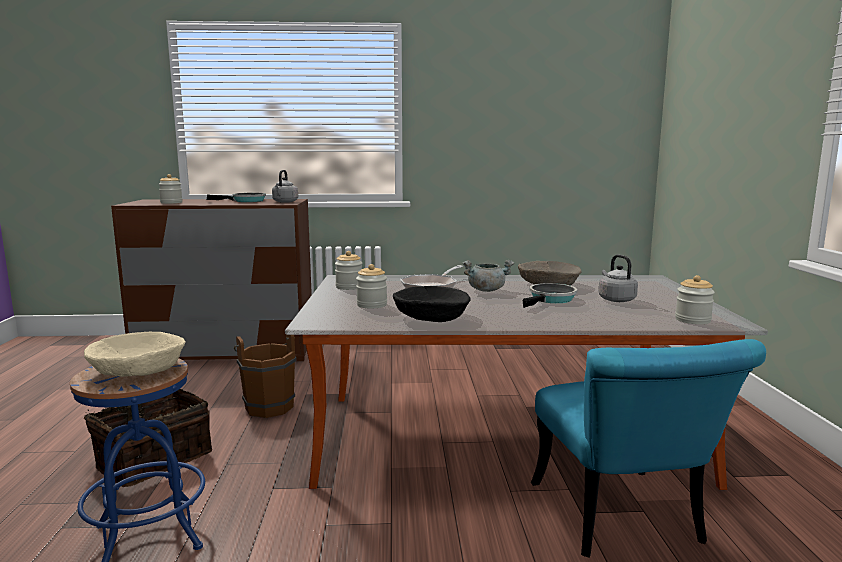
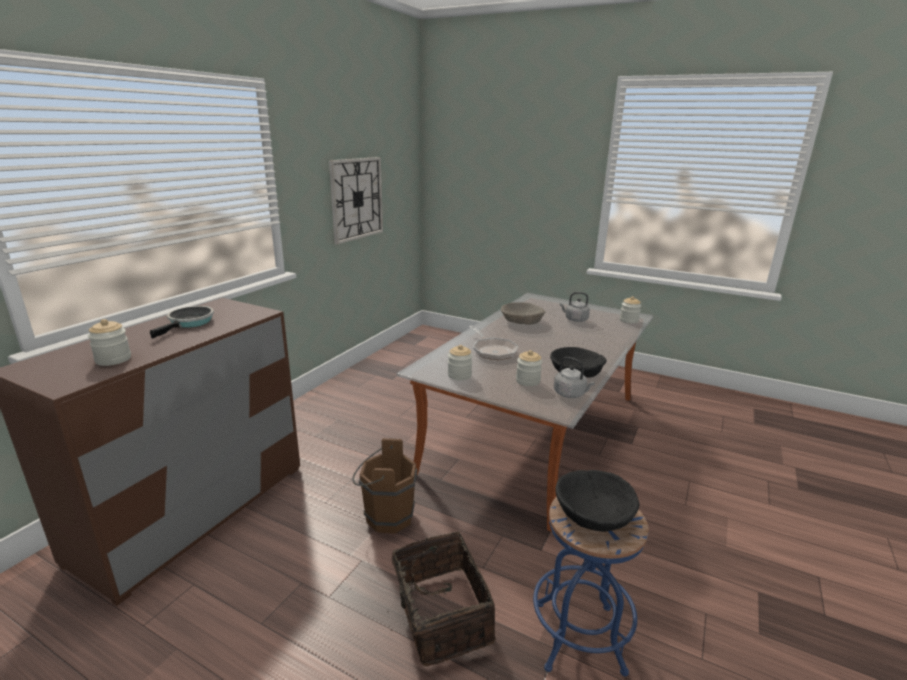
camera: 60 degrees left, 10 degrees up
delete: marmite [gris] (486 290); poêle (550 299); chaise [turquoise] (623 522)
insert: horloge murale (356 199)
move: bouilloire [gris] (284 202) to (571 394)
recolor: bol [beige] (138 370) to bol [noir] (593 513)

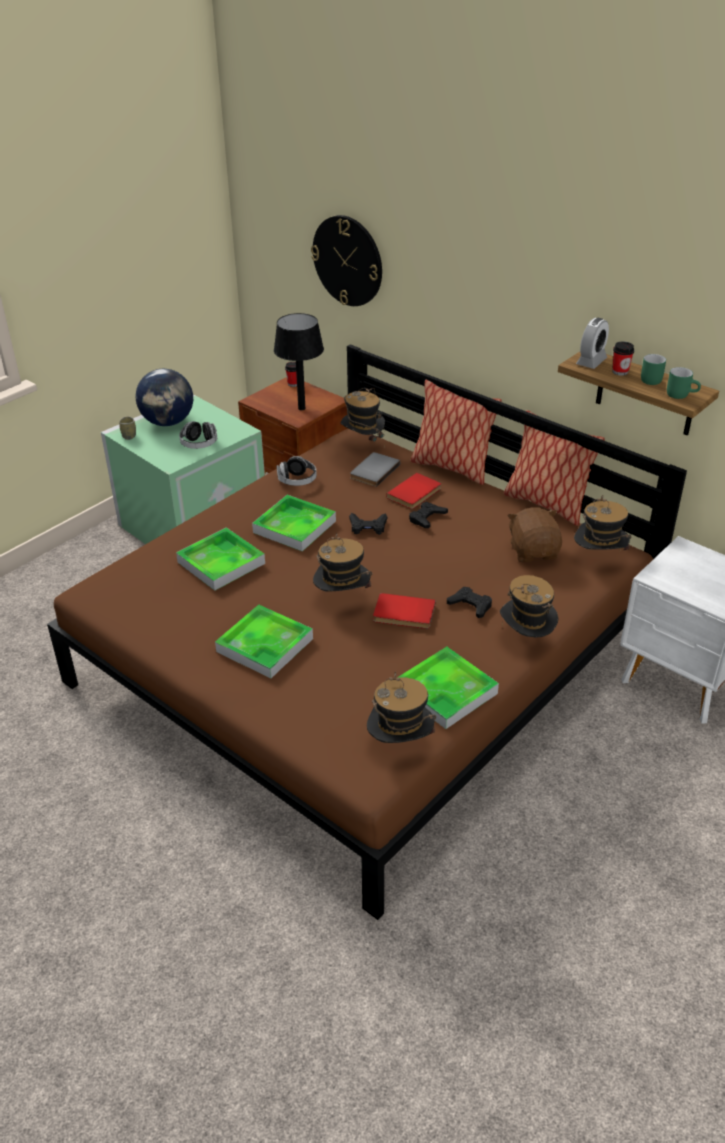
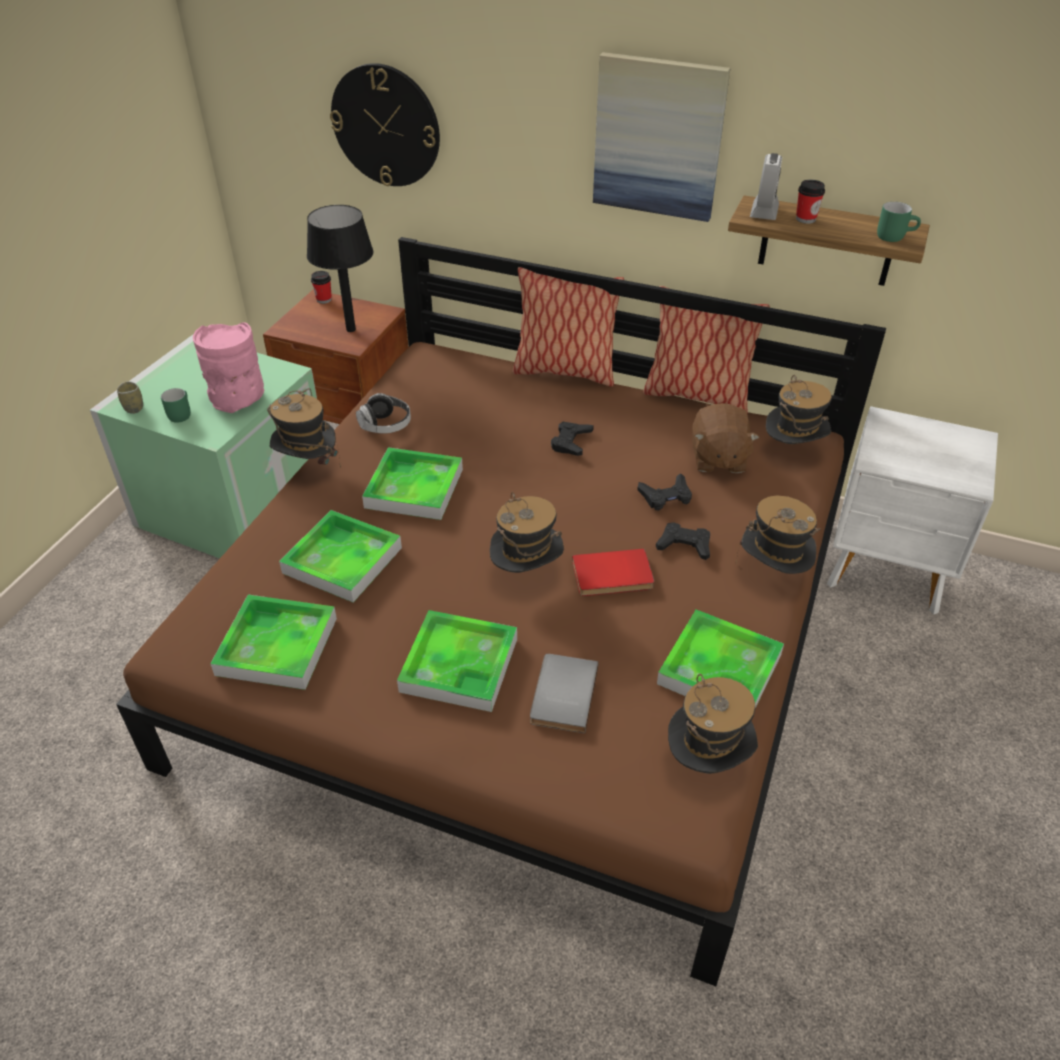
camera: 20 degrees left, 5 degrees up
delete: globe (168 422); livre [rouge] (415 493)
insert: plateau (277 646); tableau (658 137)
move: chapeau (363 443) to (308 467); manette [noir] (368 527) to (666 496); livre [gris] (373 471) to (561 694); mug [vert] (650 379) to (179 414)
replace: casque audio (199 444) to vase [rose] (238 401)
rotate: peluche [marron] (533 551) = (718 458) 150 degrees counterclockwise

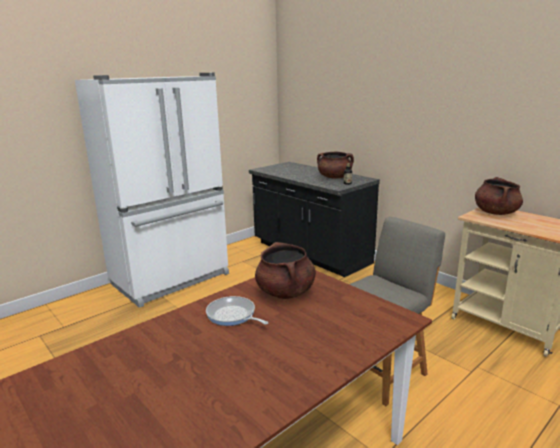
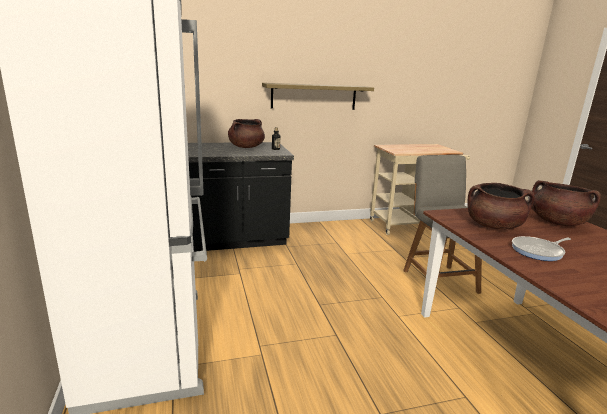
camera: 65 degrees left, 0 degrees up
insert: étagère (314 96)
move: marmite [marron] (496 212) to (557 222)

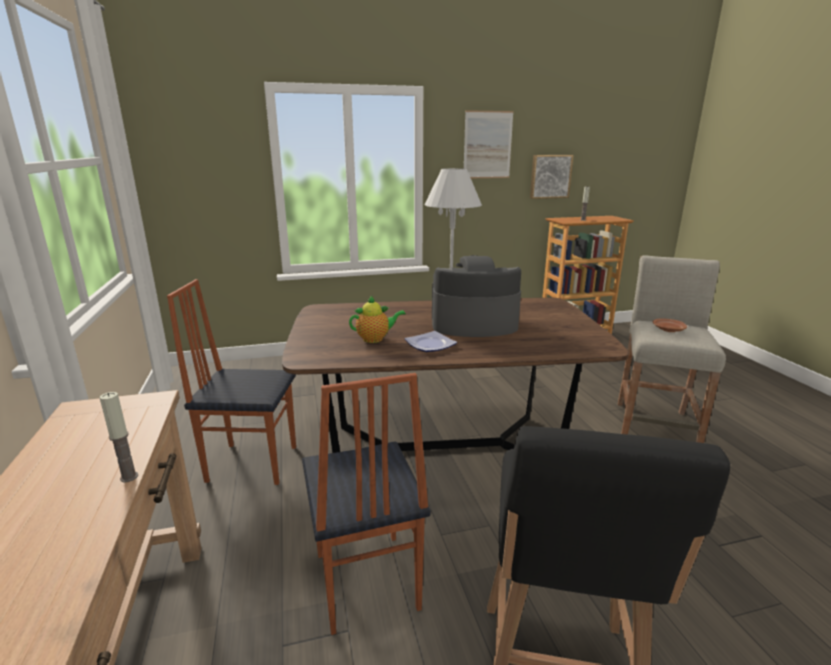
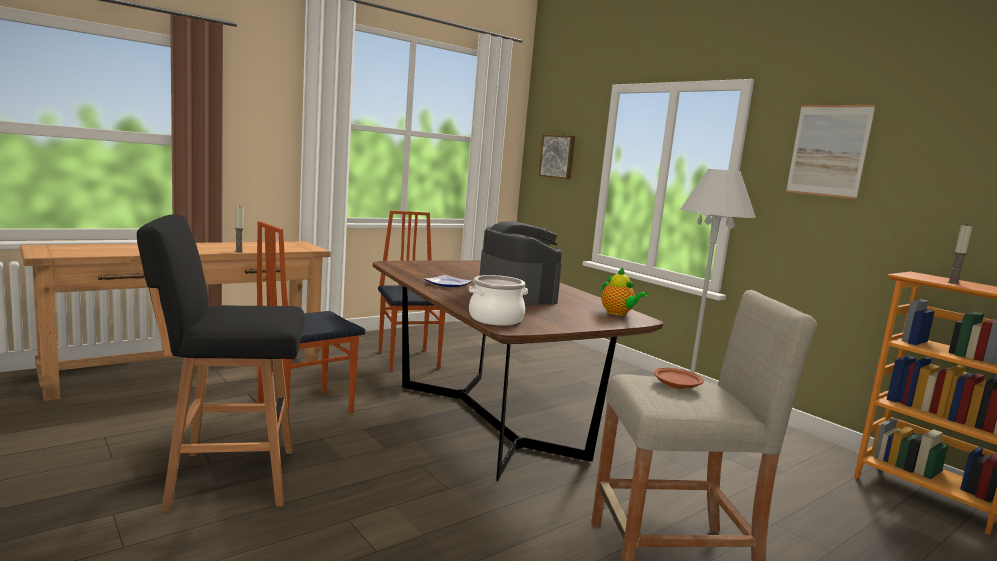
camera: 65 degrees right, 10 degrees down
insert: marmite (495 319)
move: théière (375 339) to (618 313); tableau (550 176) to (558 156)

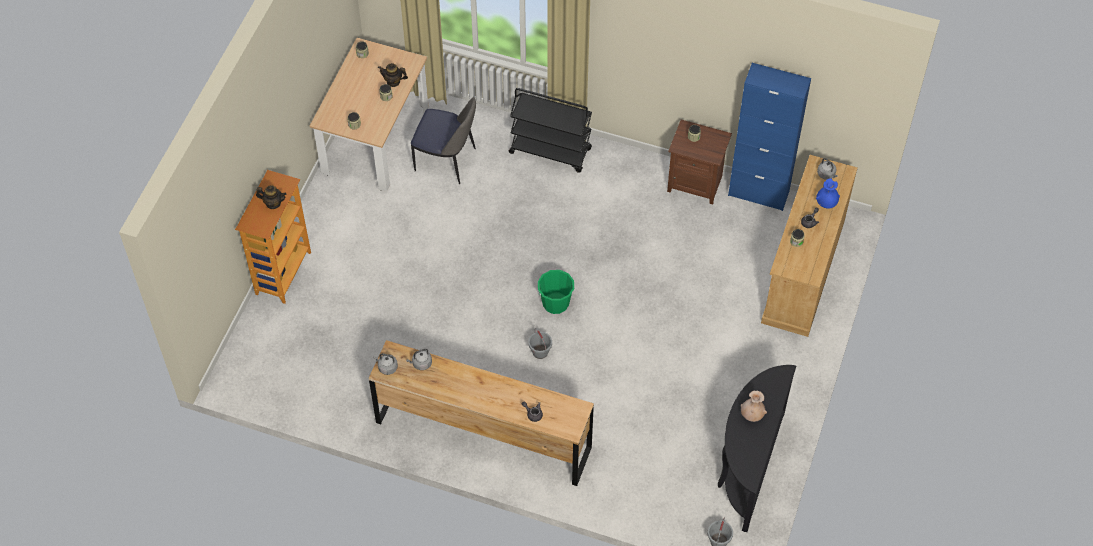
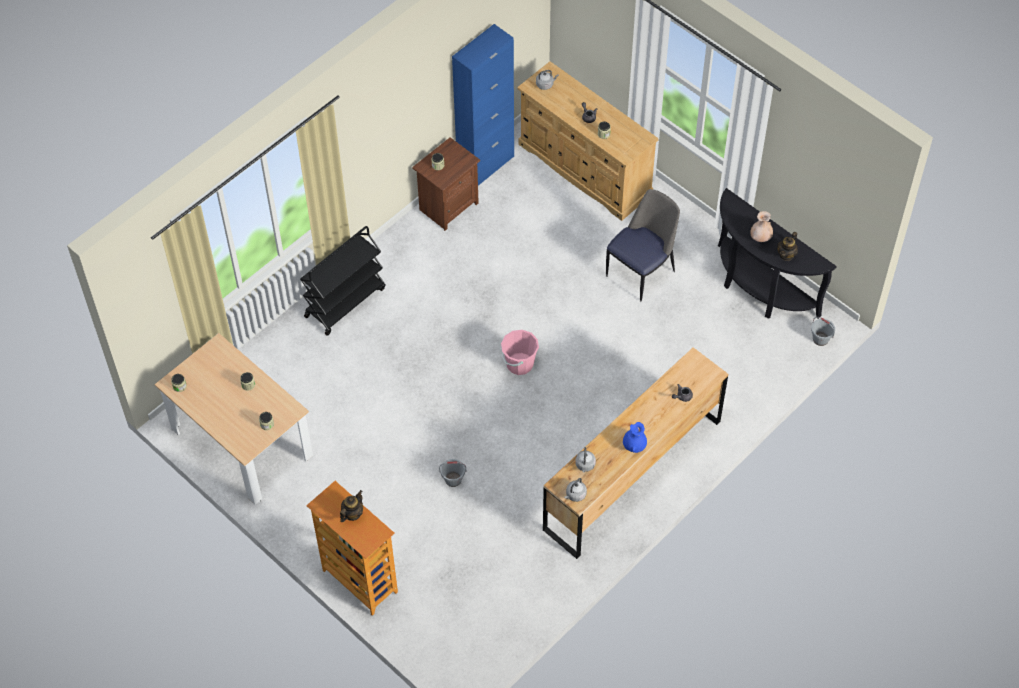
camera: 65 degrees left, 0 degrees up
move: théière (393 81) to (786 255); chaise (447 161) to (641 272); seau [gris] (540 352) to (453 479); vase [bleu] (826 203) to (634 446)
recolor: seau [vert] (555 303) to seau [rose] (519 364)

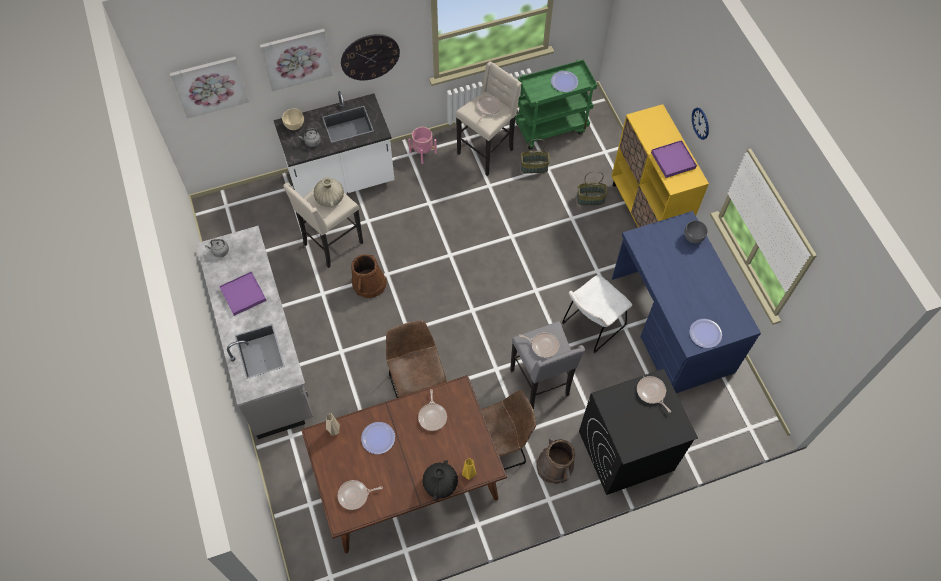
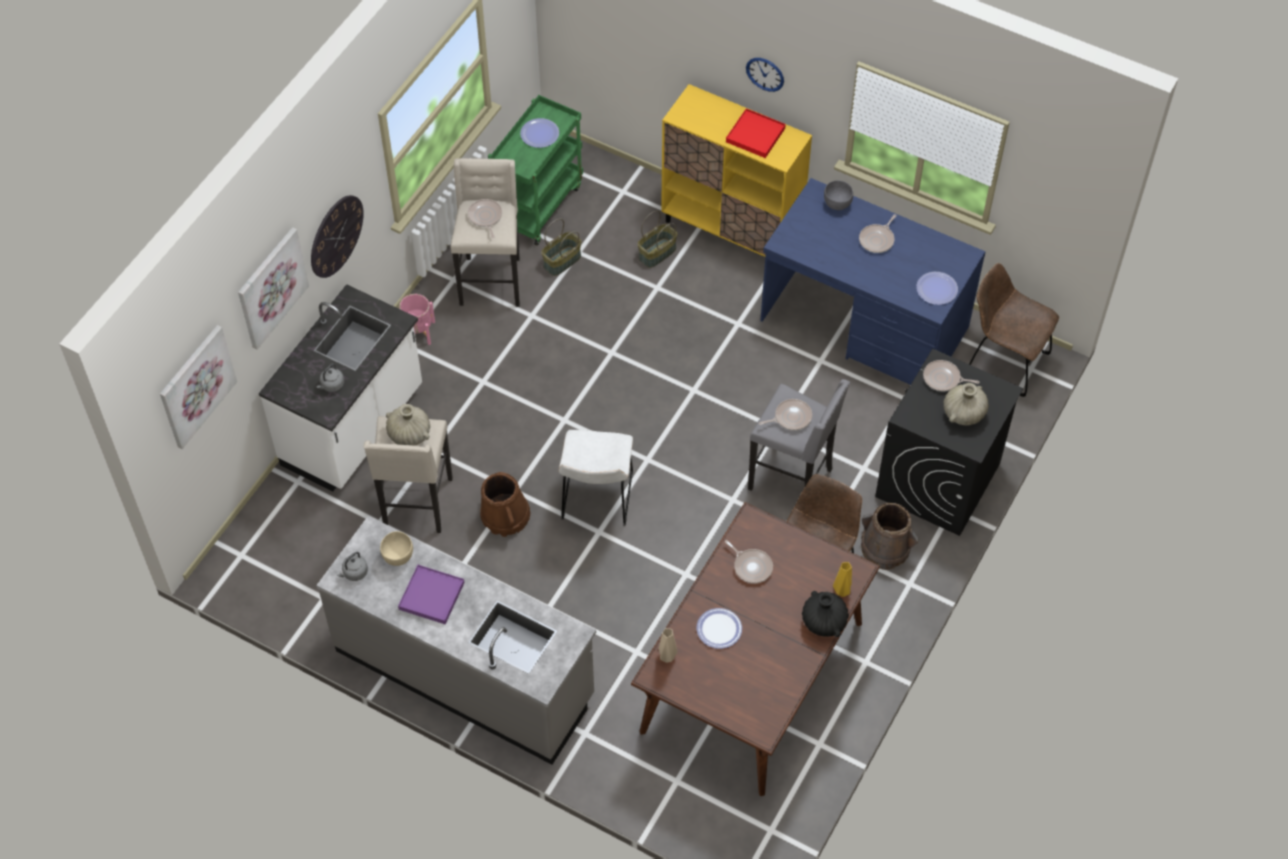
camera: 40 degrees left, 5 degrees down
insert: vase [beige] (964 413)
move: bol [beige] (295 125) to (398 556); poêle (355 495) to (877 239); chaise [marron] (417 385) to (1004 361); chaise [blanc] (591 327) to (596 500)
recolor: plateau [violet] (673 160) to plateau [rouge] (755 135)

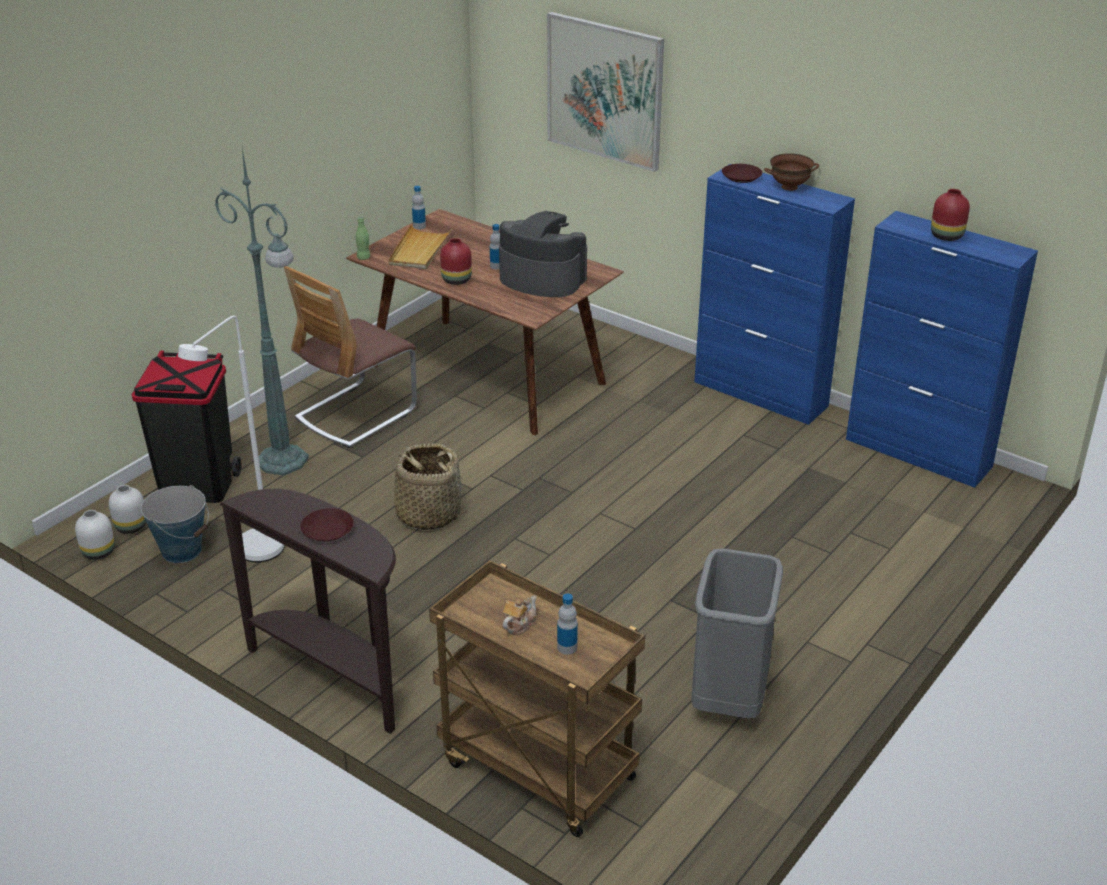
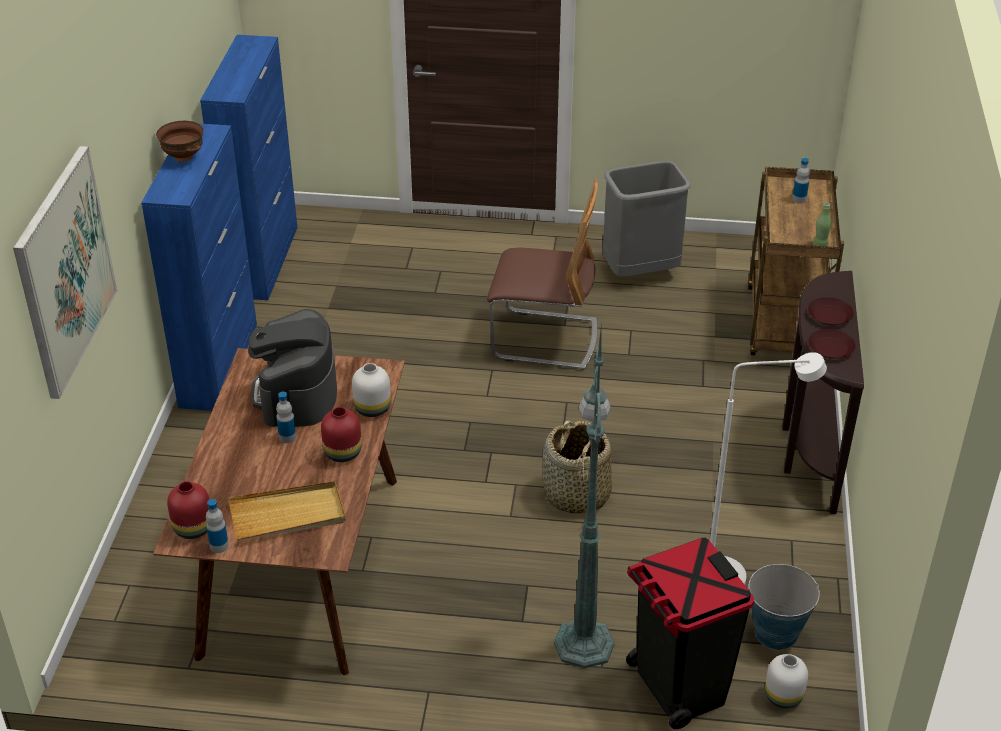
camera: 120 degrees left, 5 degrees up
delete: théière (519 624)
move: vase [blanc] (97 552) to (373 409); chaise (356 414) to (544 340); bouteille [vert] (363 258) to (820 245); assiette [marron] (741 176) to (830 348); vase [rouge] (947 236) to (194 528)

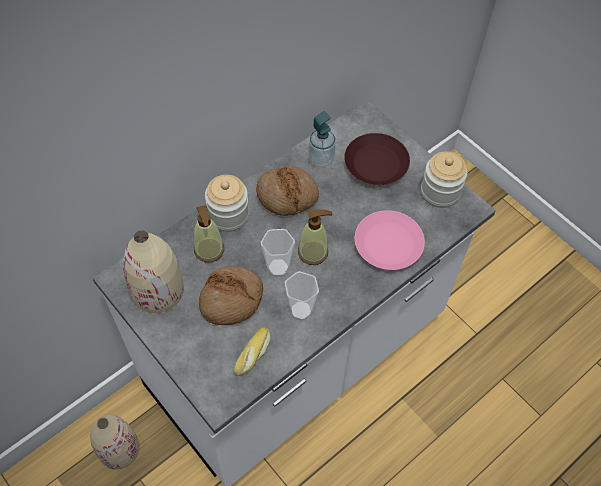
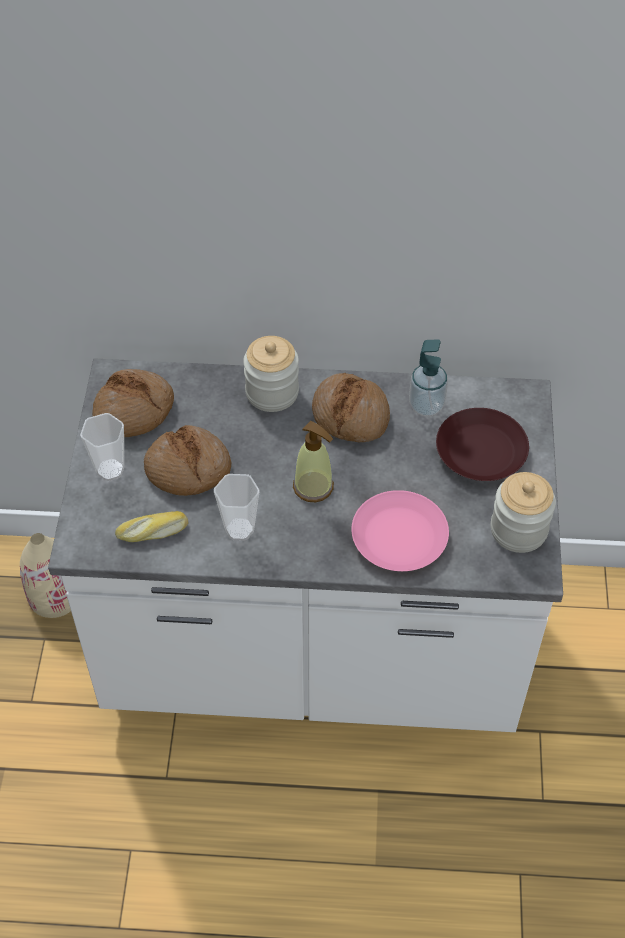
camera: 45 degrees right, 5 degrees down
delete: distributeur de savon (209 250)
move: tasse (278 267) to (110 470)
replace: vase [beige] (158 290) to pain (134 411)

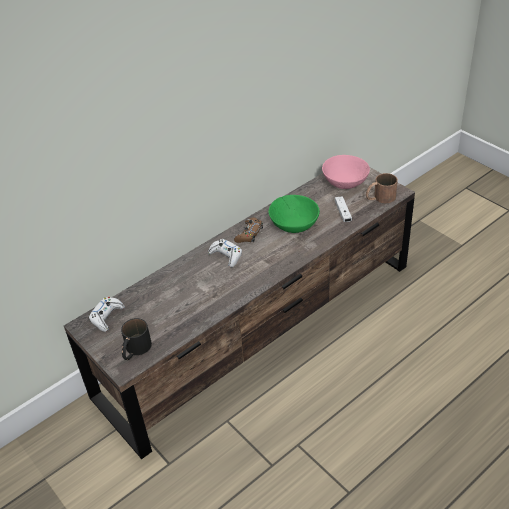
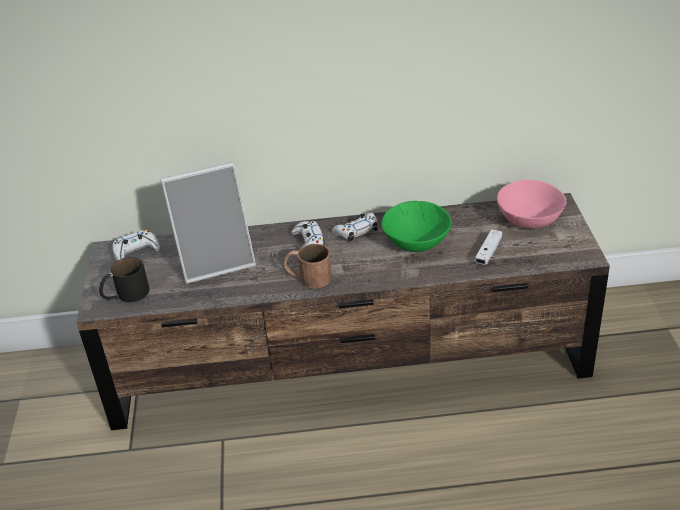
camera: 35 degrees right, 5 degrees down
insert: cadre photo (216 260)
move: mug [marron] (380 198) to (308 277)
recolor: manette [marron] (249 234) to manette [blanc] (356 231)

